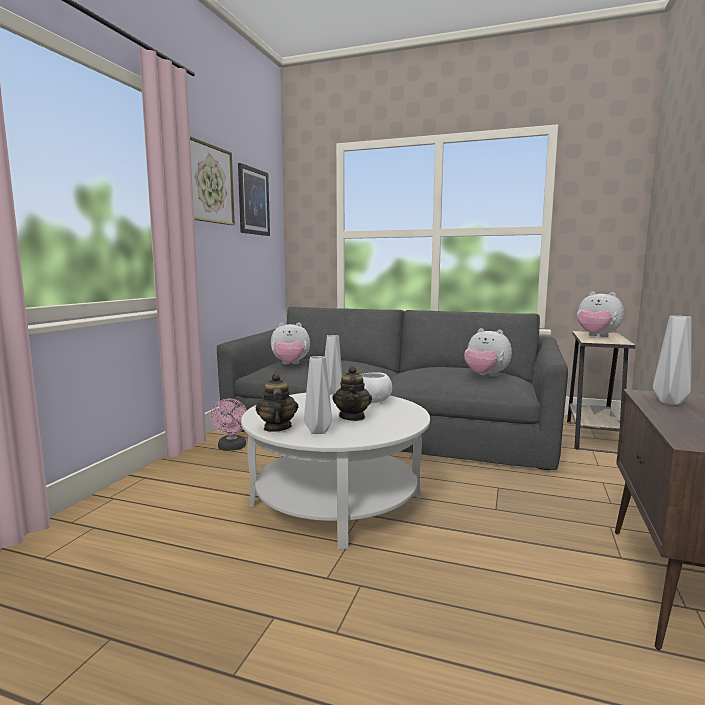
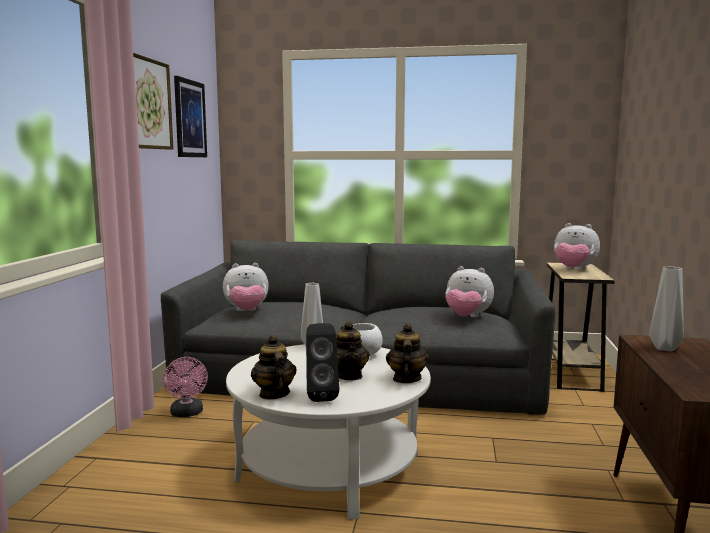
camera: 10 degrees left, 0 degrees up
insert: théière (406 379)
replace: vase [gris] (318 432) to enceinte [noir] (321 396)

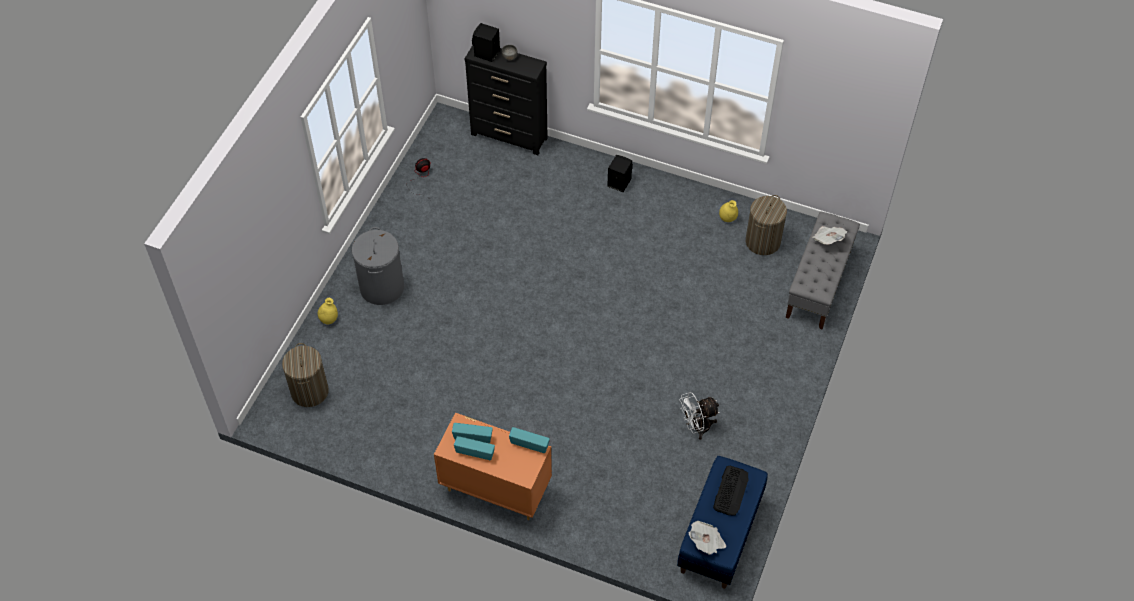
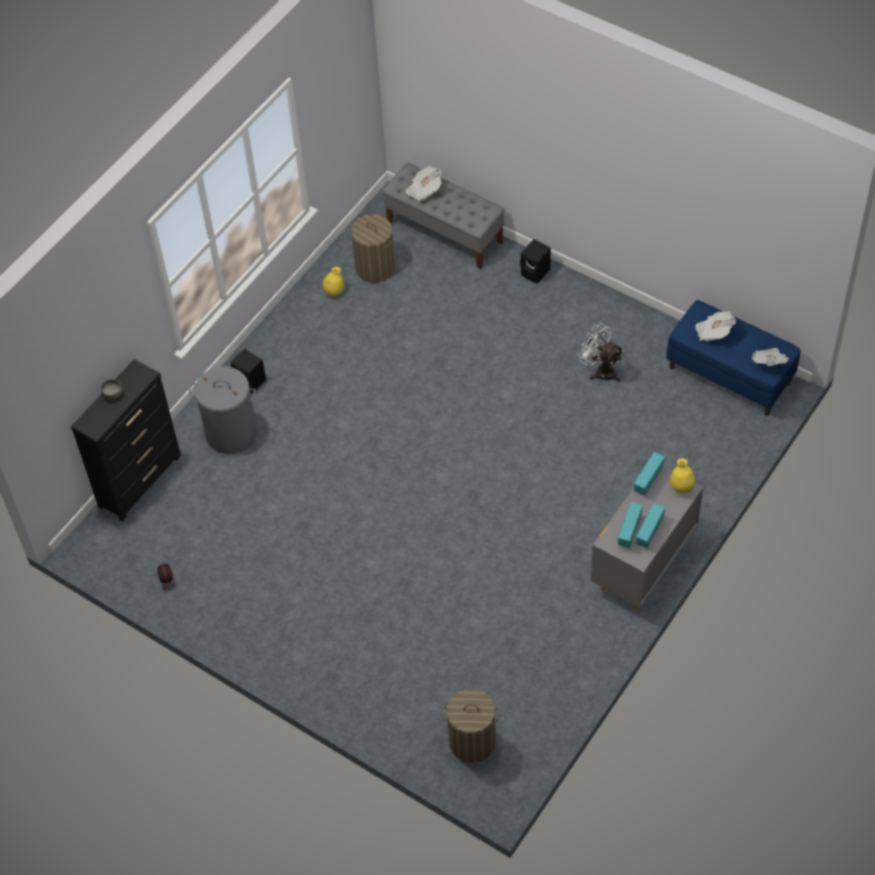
camera: 75 degrees left, 0 degrees up
move: vase [jaune] (329 319) to (681 487); panier à linge [gris] (381 287) to (231 433); enceinte [noir] (486 53) to (536 273)
replace: clavier (731 491) to journal (713 332)
recolor: commode [orange] (495 489) to commode [gris] (642 565)
rotate: ventilateur [blanc] (697 427) = (600 370) 135 degrees clockwise

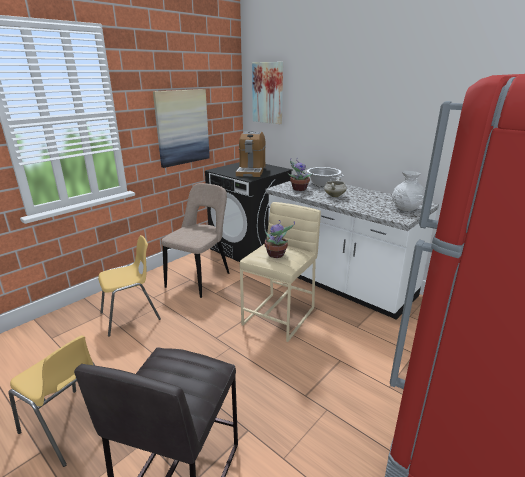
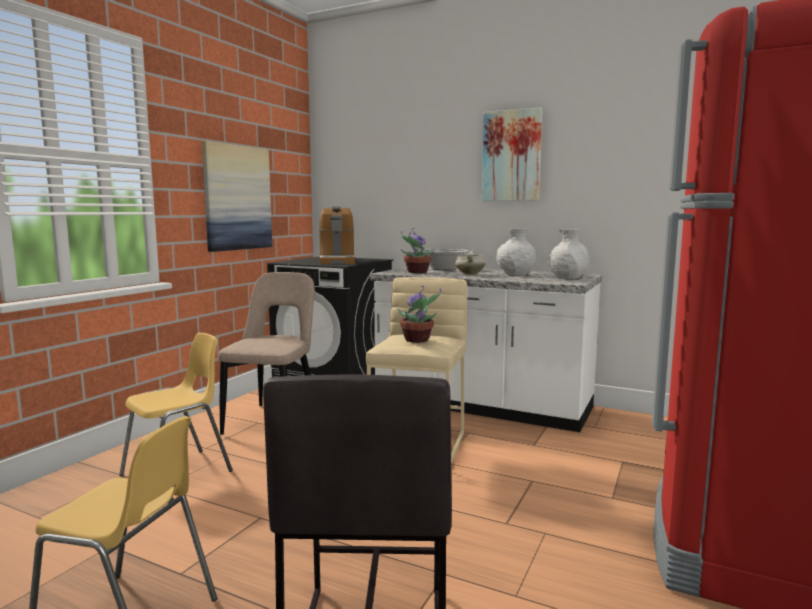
camera: 15 degrees left, 15 degrees down
insert: vase [blanc] (515 274)
move: tableau (268 93) to (511 156)

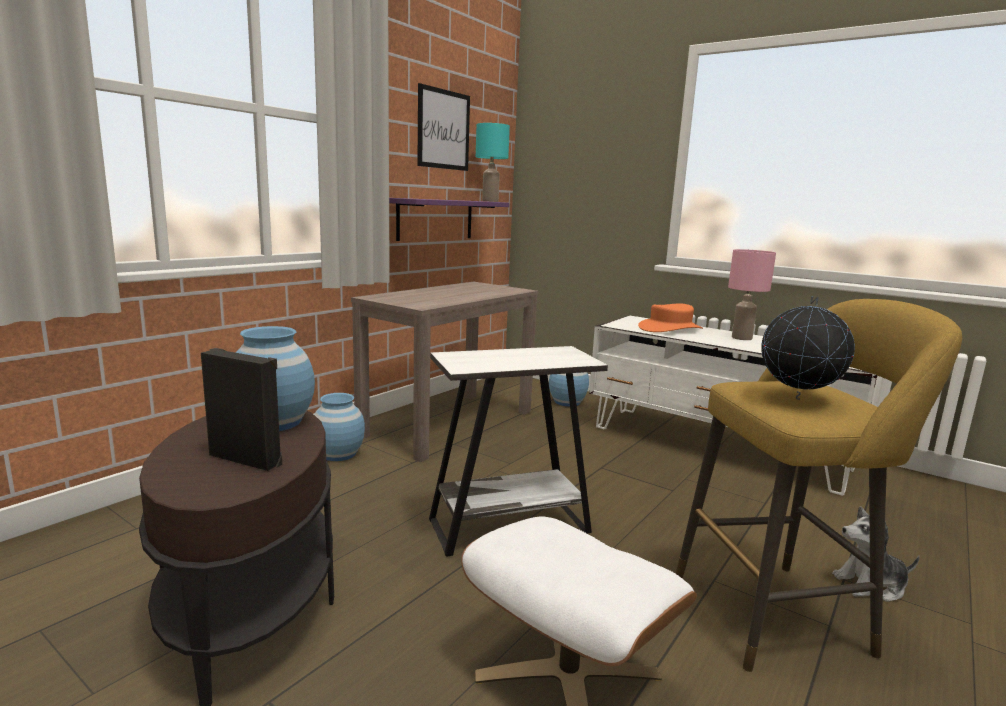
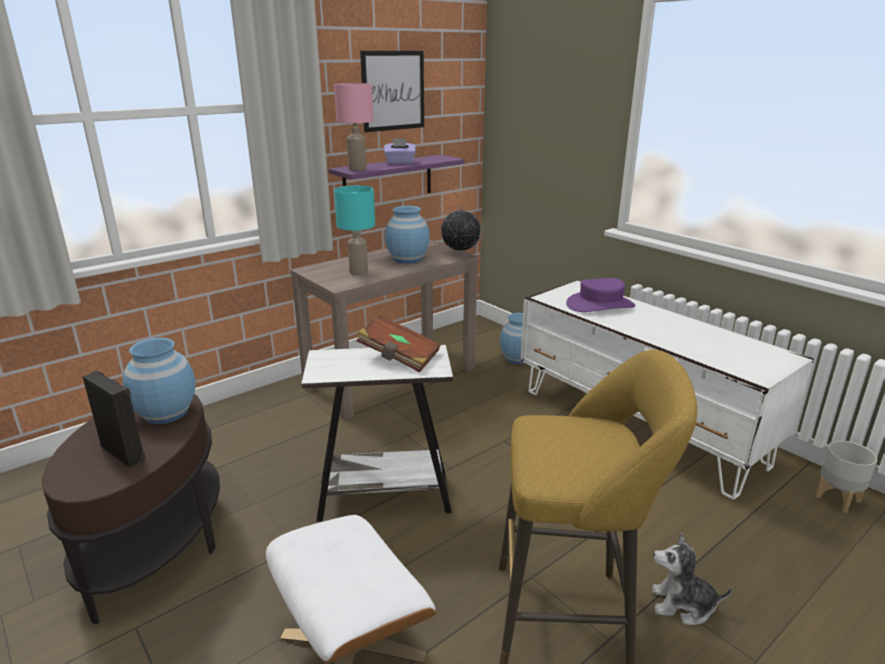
camera: 15 degrees right, 10 degrees up
insert: livre [marron] (399 357); boîte à mouchoirs [violet] (400 163); cache-pot [gris] (838 499)
move: vase [bleu] (338 454) to (407 259); lampe de table [turquoise] (490 201) to (358 272); lampe de table [rose] (742 338) to (358 169); globe (797 398) to (460 255)
recolor: chapeau [orange] (670 329) to chapeau [violet] (600 305)

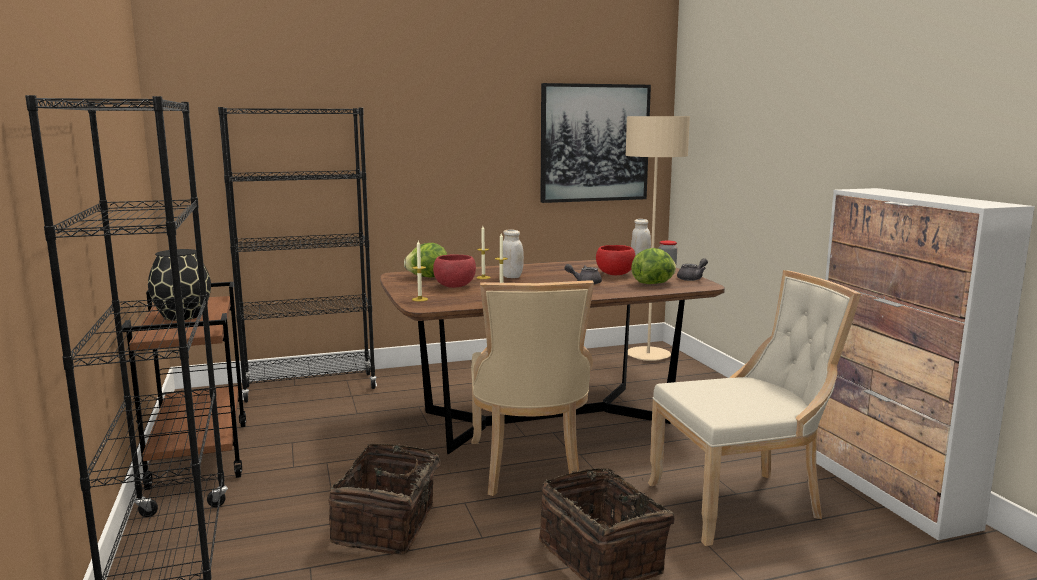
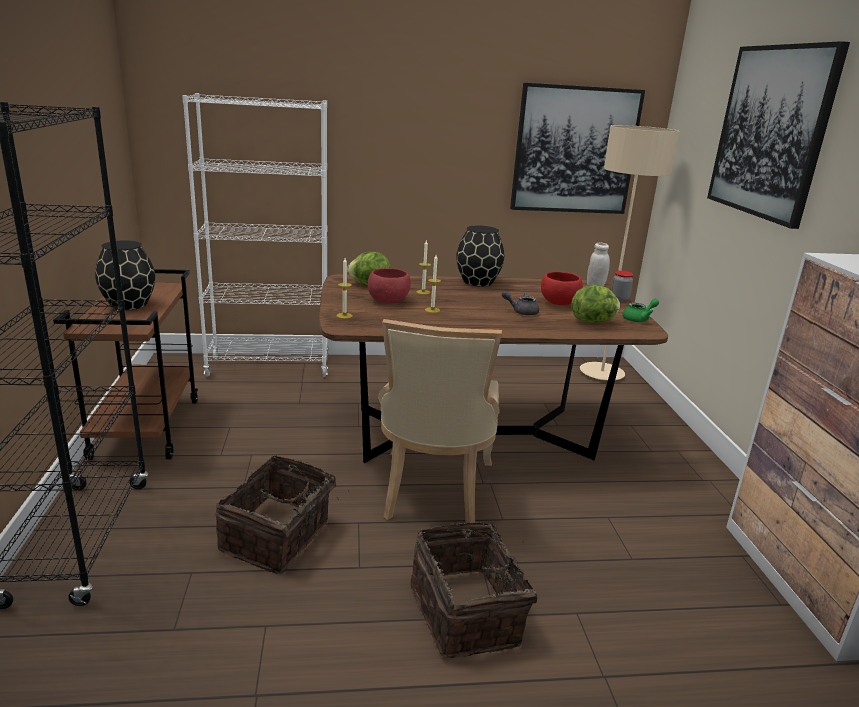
camera: 10 degrees right, 10 degrees up
delete: bocal [blanc] (512 276); chaise [beige] (741 503)
insert: vase [noir] (477 282); tableau (771 132)
recolor: bibliothèque [noir] (310 387) to bibliothèque [blanc] (269 367); théière [gris] (692 279) to théière [vert] (638 319)

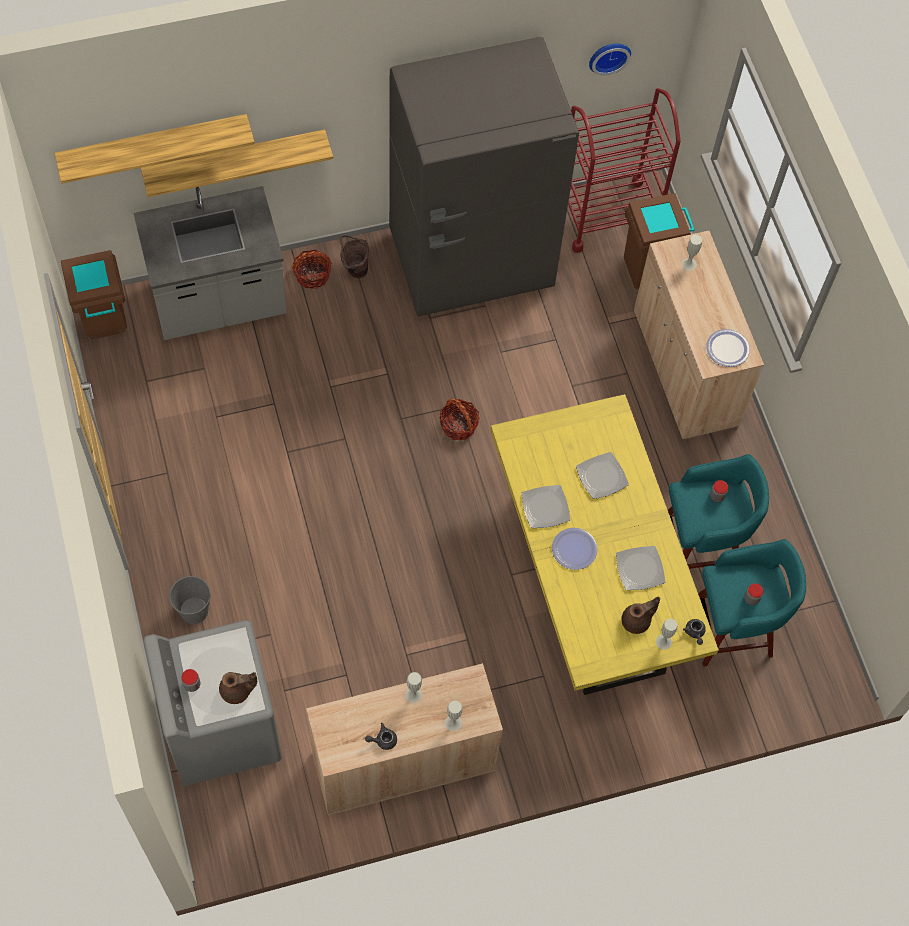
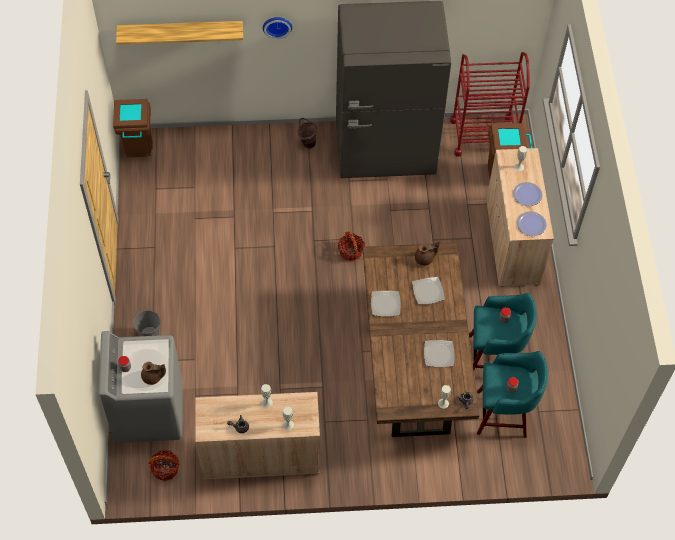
camera: 15 degrees right, 5 degrees down
delete: comptoir de cuisine [gris] (219 304); étagère (234 158)
move: panier (312 275) to (165 469); assiette (574 549) to (527 194); horloge murale (608 55) to (277 25); théière [marron] (637 621) to (425 259)
recolor: table à manger [jaune] (590 580) to table à manger [marron] (414 365)

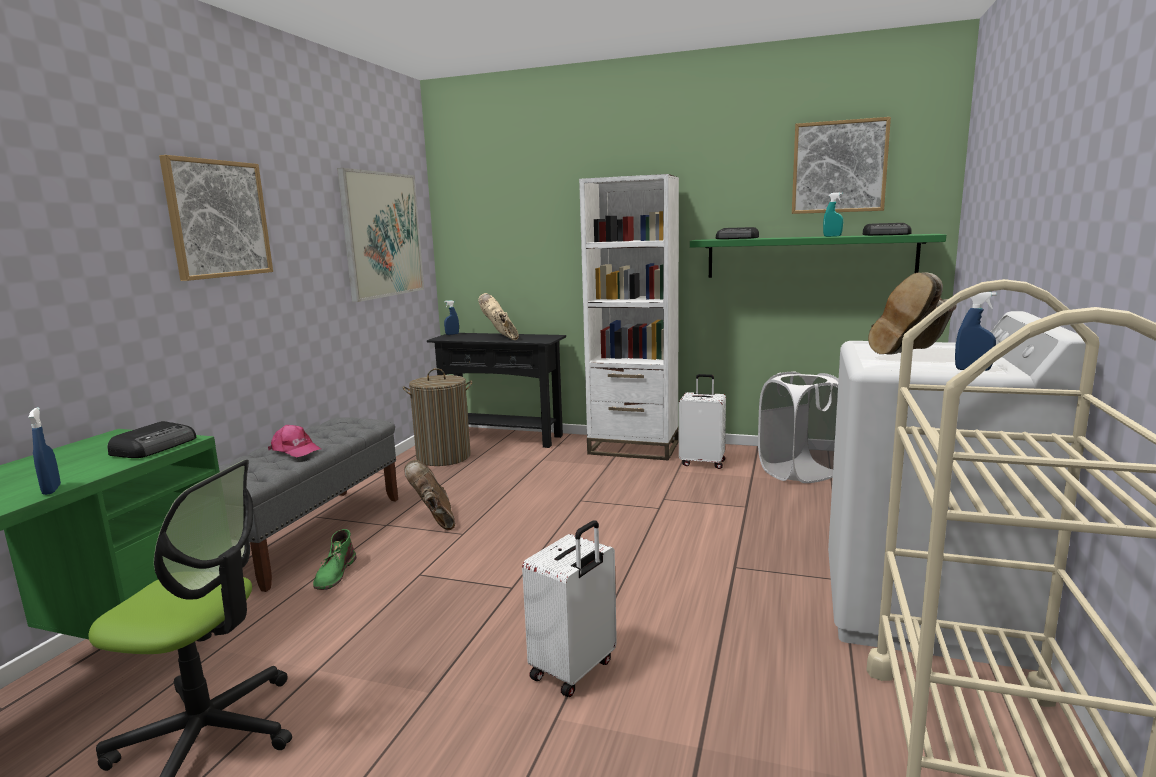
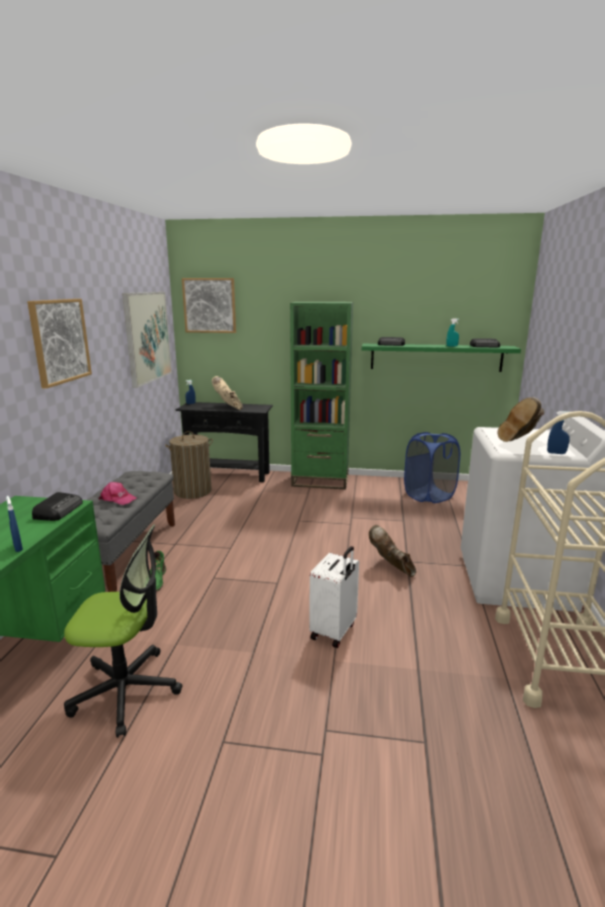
camera: 10 degrees left, 5 degrees up
delete: valise [blanc] (702 462)
move: botte [marron] (435 519) to (391 568); tableau (839 167) to (209 305)
recolor: bibliothèque [blanc] (633 448) to bibliothèque [vert] (320 481); panier à linge [blanc] (799 472) to panier à linge [bleu] (429 495)

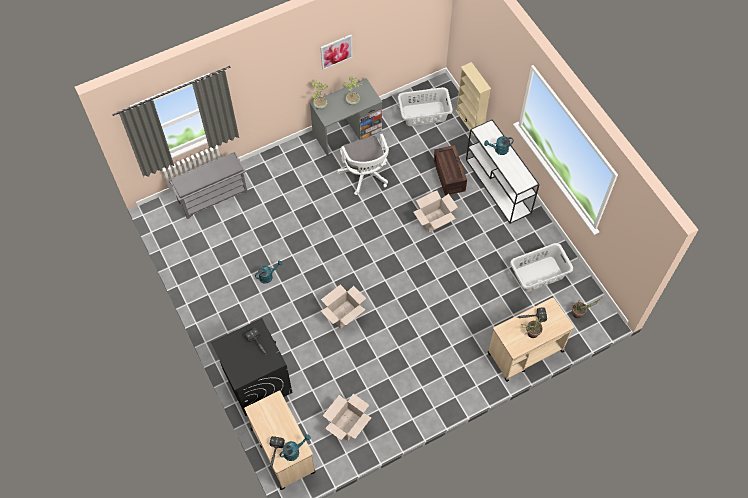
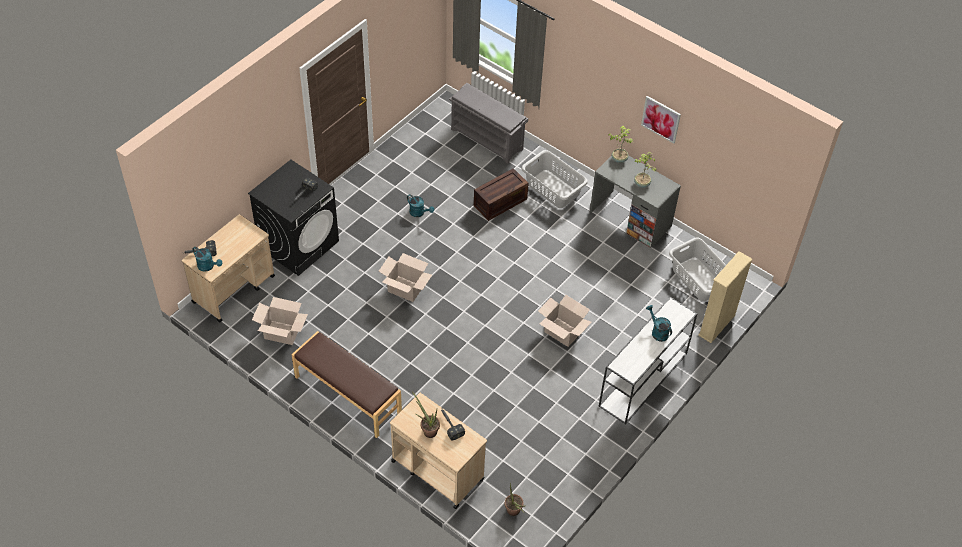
camera: 65 degrees right, 10 degrees down
delete: chaise de bureau [blanc] (365 176)
insert: banc [marron] (347 395)
move: caisse (450 176) to (500 203); panier à linge [gris] (539 274) to (552 189)

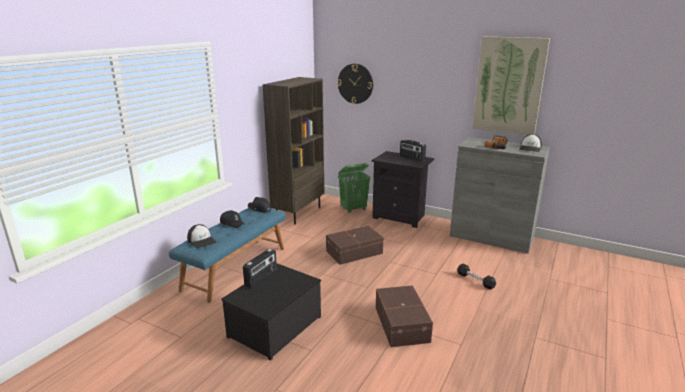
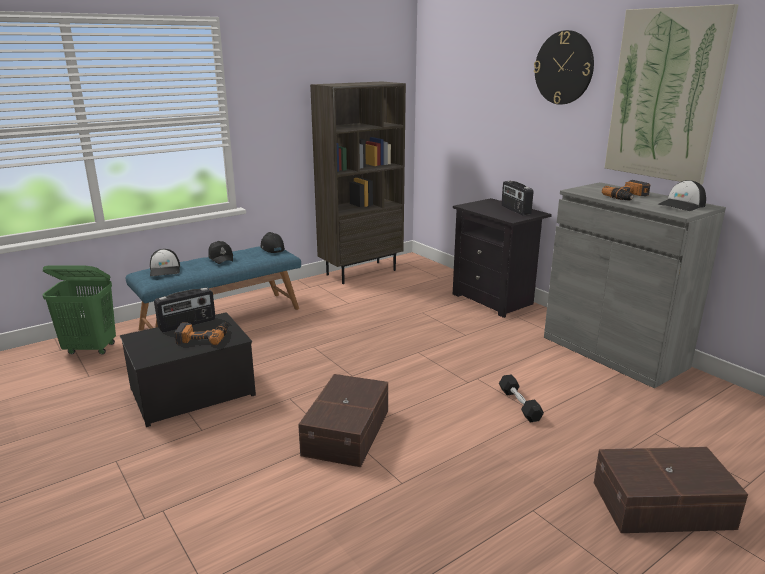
camera: 25 degrees right, 0 degrees up
insert: perceuse (203 337)
move: boîte de rangement [marron] (355 252) to (664 506); horloge murale (355 83) to (564 68); panier à linge [vert] (354 209) to (91 349)

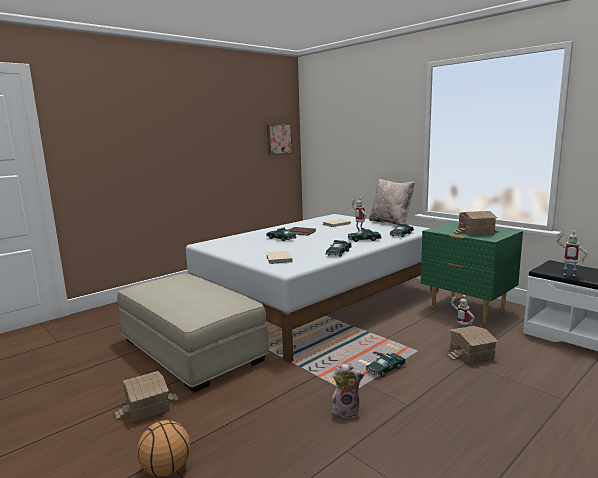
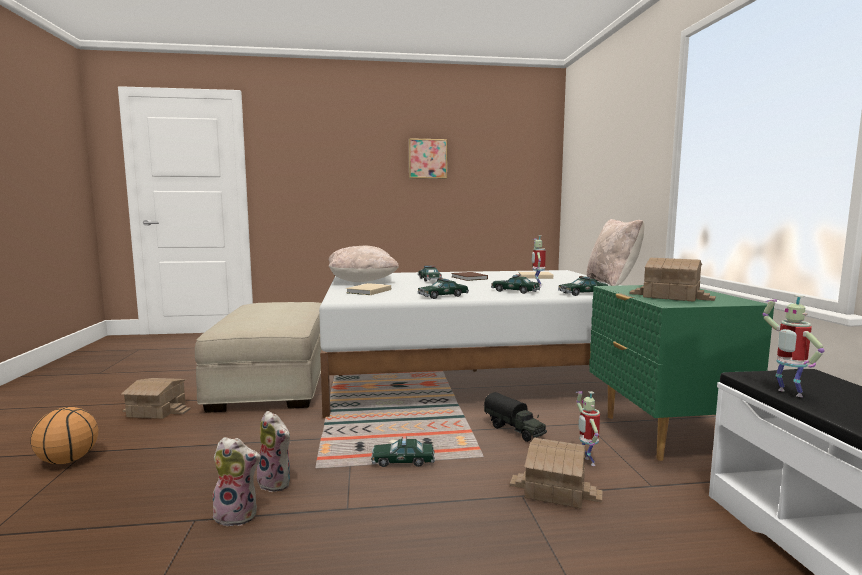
camera: 35 degrees right, 5 degrees down
insert: peluche (238 515); coussin [beige] (362 281); camion jouet (515 430)
move: tableau (278 139) to (427 159)

